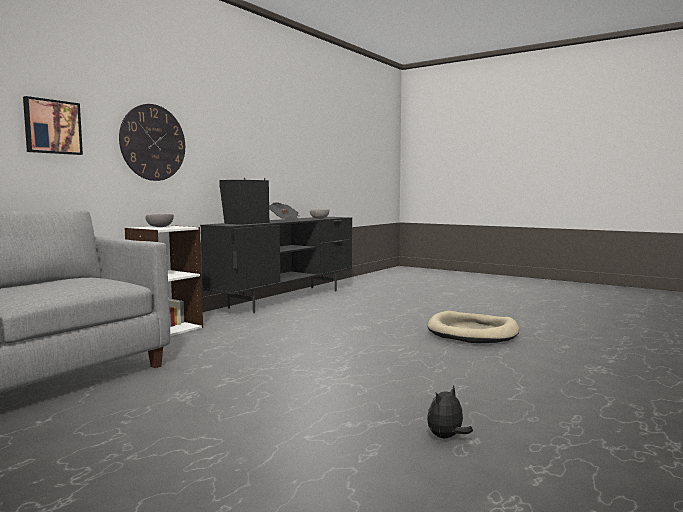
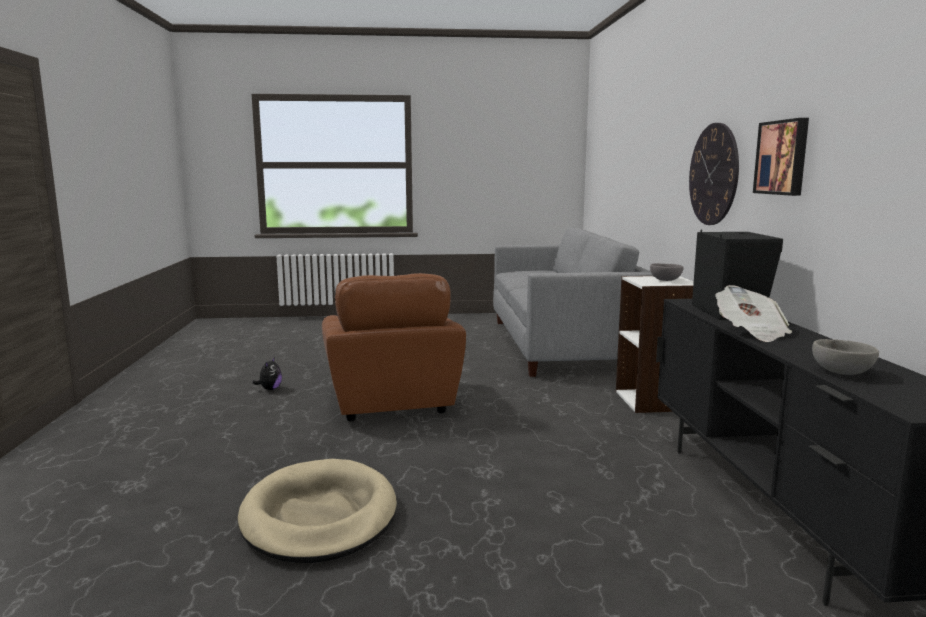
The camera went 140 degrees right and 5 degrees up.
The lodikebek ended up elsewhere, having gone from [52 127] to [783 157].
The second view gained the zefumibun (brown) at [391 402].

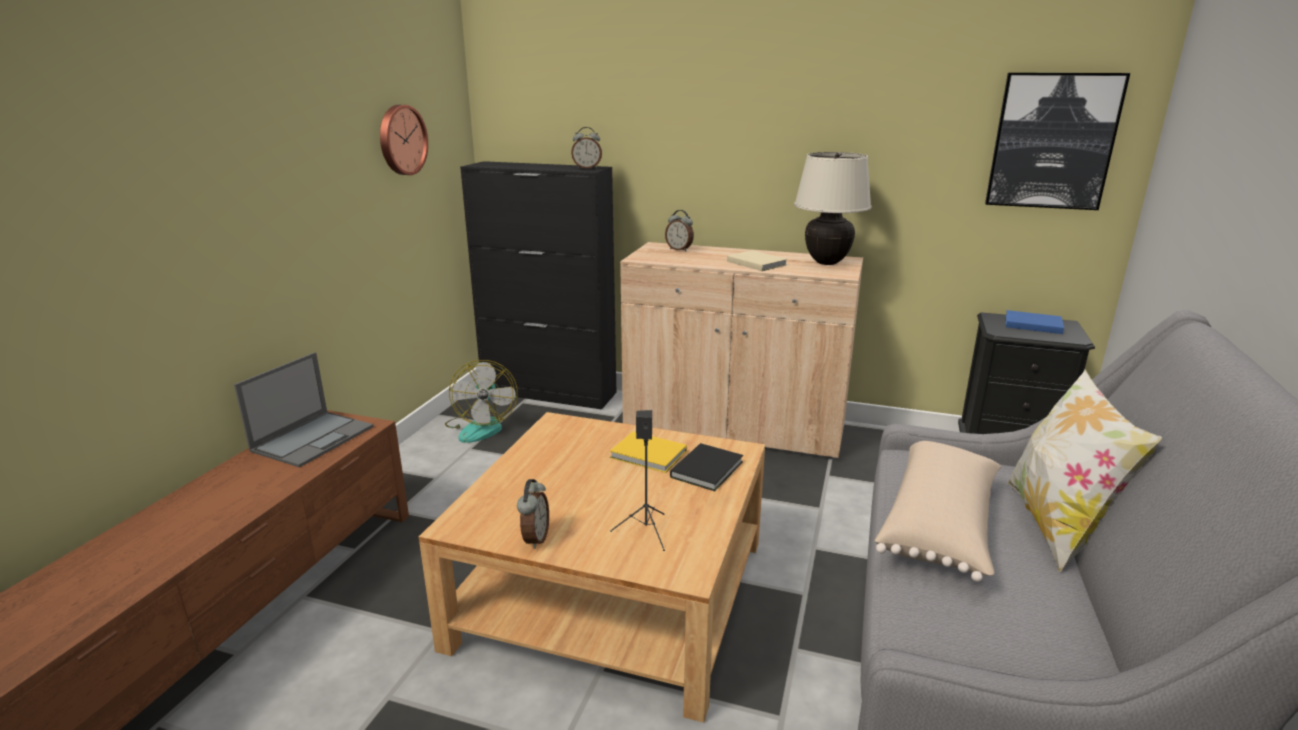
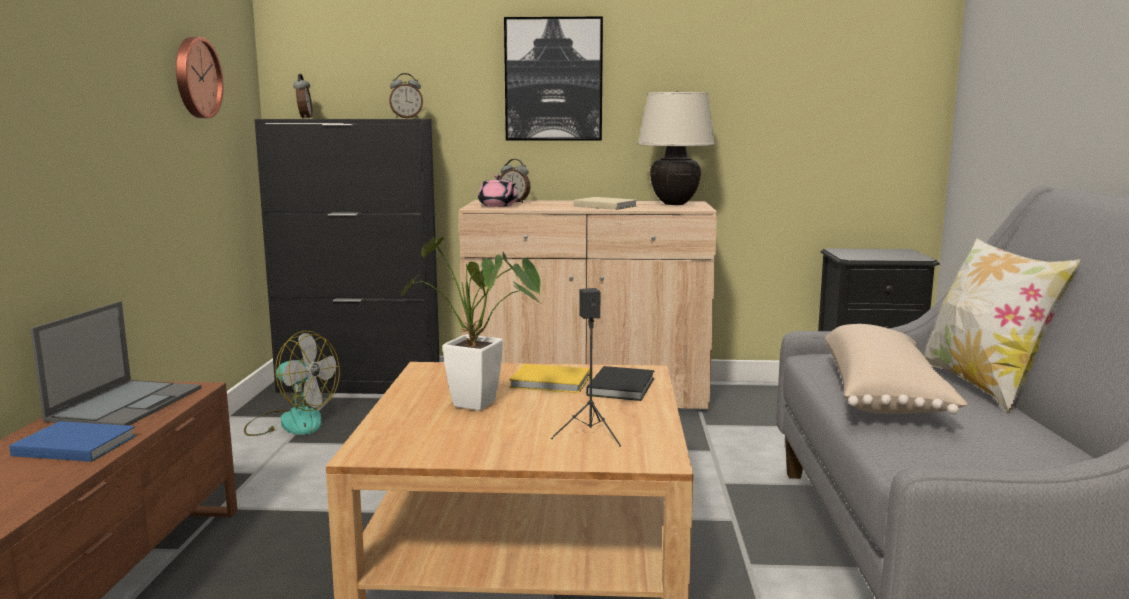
The camera went 15 degrees left and 10 degrees down.
The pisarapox at [481 427] ended up facing another way, 45 degrees counterclockwise from before.
The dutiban ended up elsewhere, having gone from [534 539] to [304 118].
The lodikebek ended up elsewhere, having gone from [1052 141] to [553 79].
The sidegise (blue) ended up elsewhere, having gone from [1031 324] to [74 445].
The second view gained the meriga at [483 406].
The second view gained the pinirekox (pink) at [498 205].

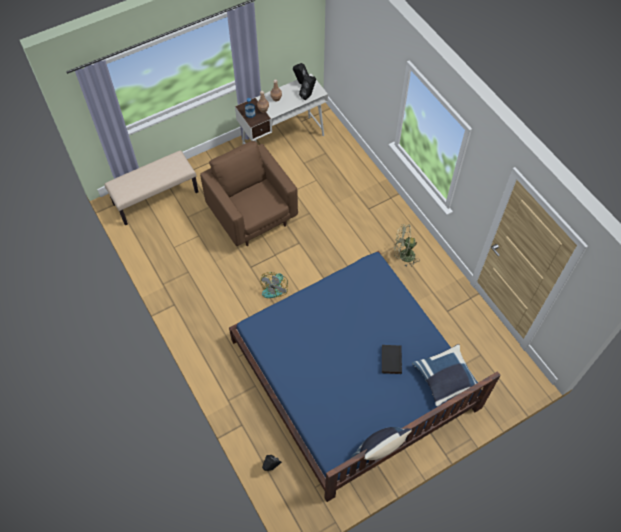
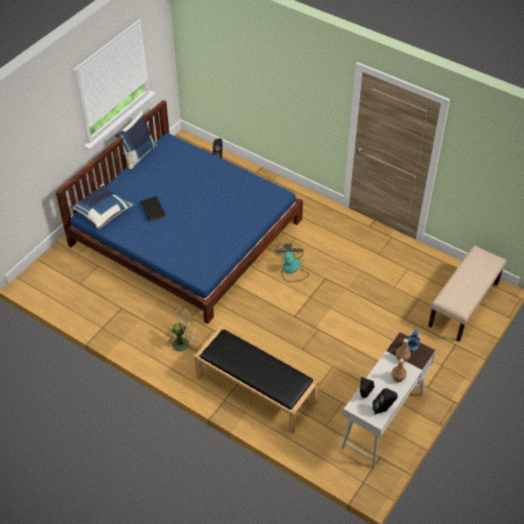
The camera went 155 degrees right and 10 degrees down.
The second view lost the zefumibun (brown) at [253 216].
The second view gained the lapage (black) at [254 389].

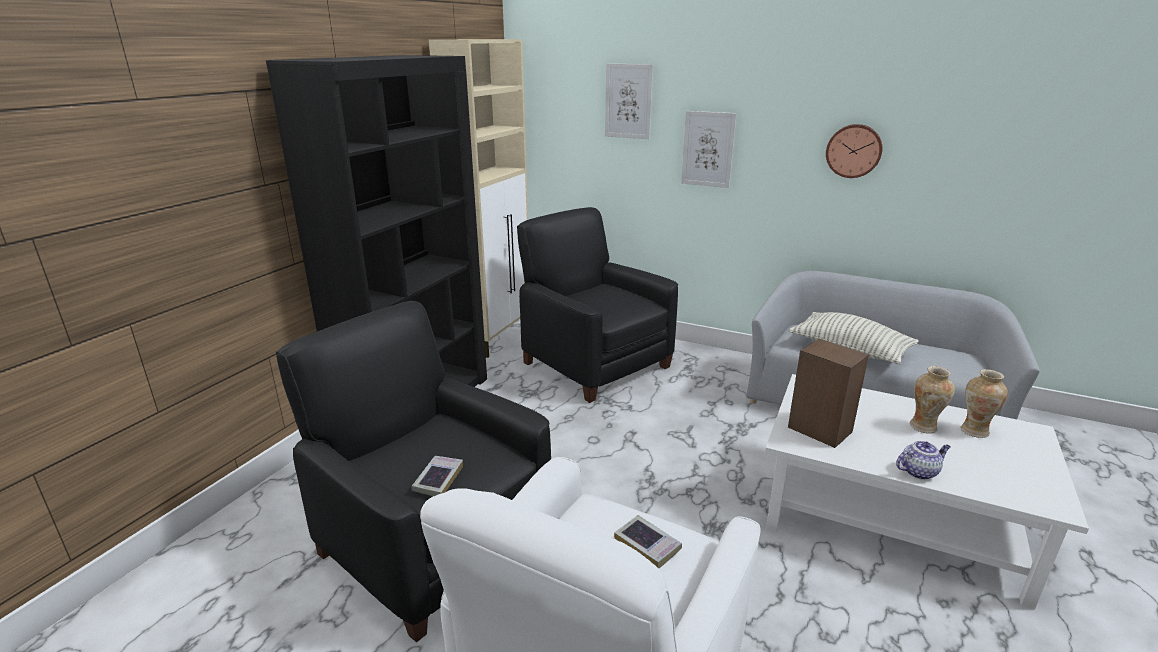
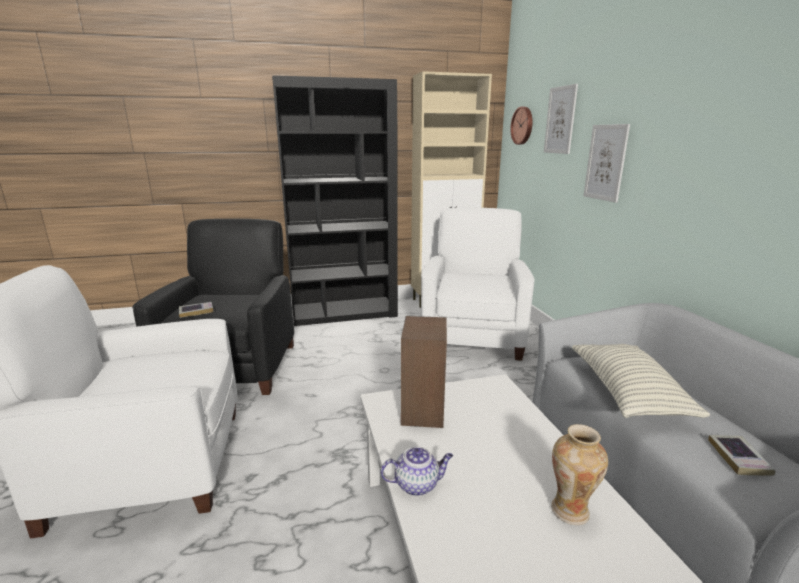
The camera went 50 degrees right and 5 degrees down.
What was the zefumibun (black) at [594 364] turned into the zefumibun (white) at [472 336].
The sidegise ended up elsewhere, having gone from [647 545] to [738 458].
The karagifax ended up elsewhere, having gone from [853 151] to [523 125].
The pinirekox at [919 471] ended up facing another way, 45 degrees counterclockwise from before.
The second view lost the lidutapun at [924 427].

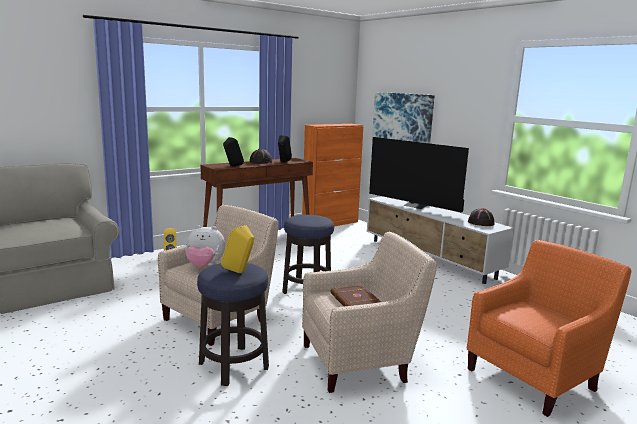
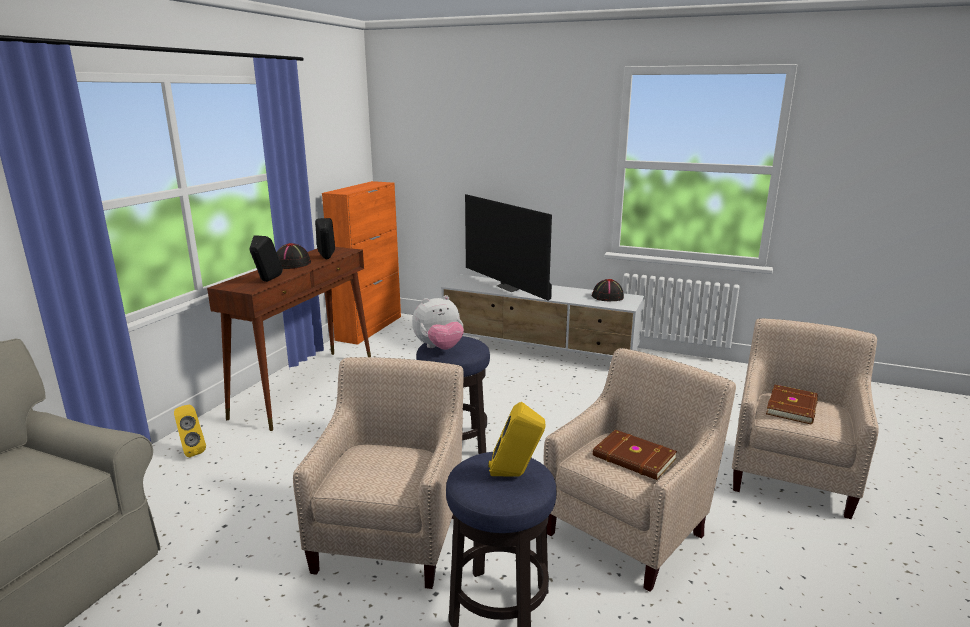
The camera went 30 degrees left and 5 degrees up.
The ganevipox ended up elsewhere, having gone from [204 266] to [439 348].
The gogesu at [415 206] ended up facing another way, 45 degrees clockwise from before.
The second view lost the lodikebek at [402 119].
What was the zefumibun (orange) at [535 377] turned into the zefumibun (beige) at [792 474].
The second view gained the sidegise (brown) at [793 407].

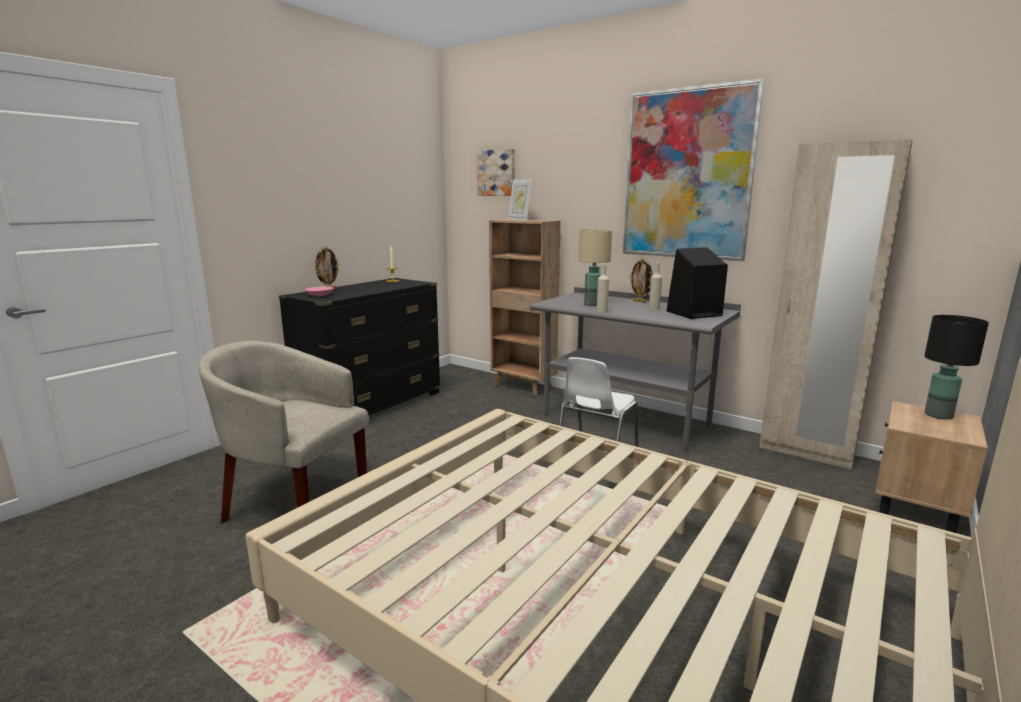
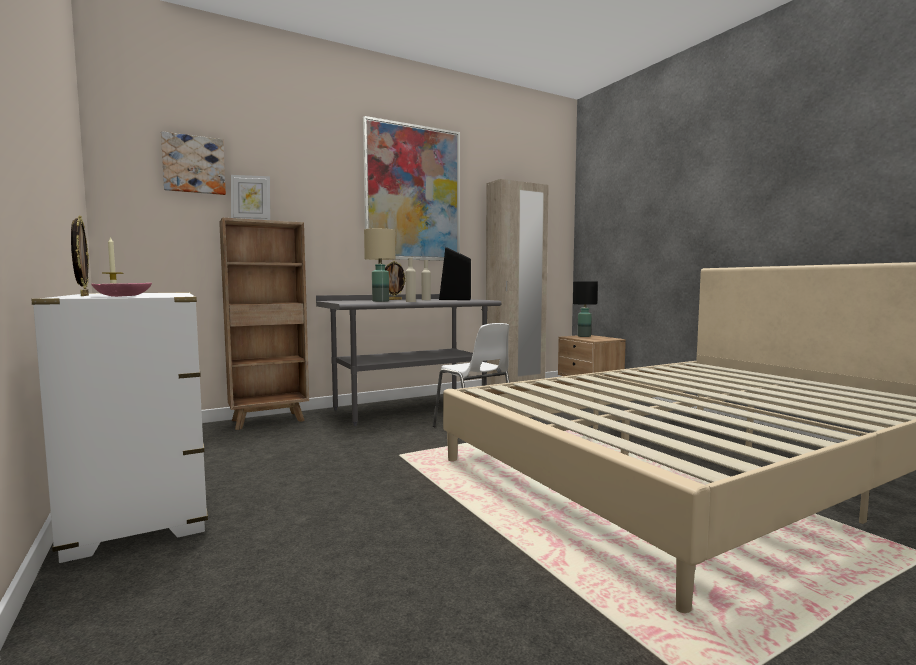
The camera went 65 degrees left and 10 degrees down.
The second view lost the zefumibun (beige) at [294 501].
What was the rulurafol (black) at [371 406] turned into the rulurafol (white) at [144 496].

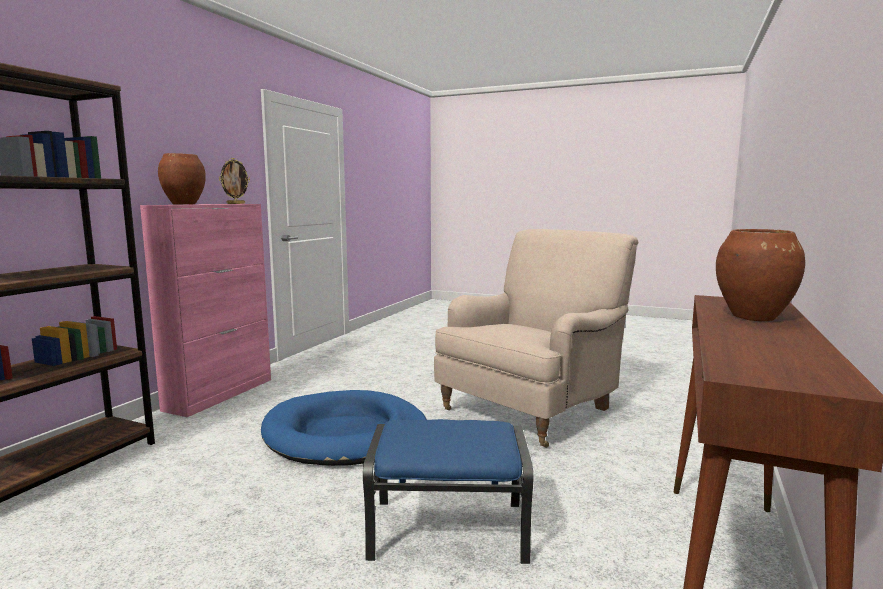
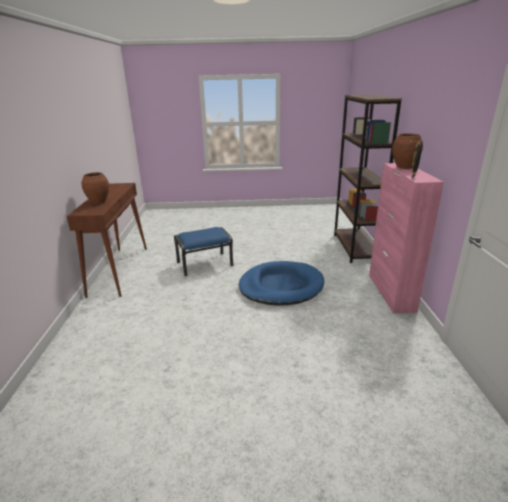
The camera went 155 degrees right and 15 degrees up.
The second view lost the zefumibun (beige) at [531 409].

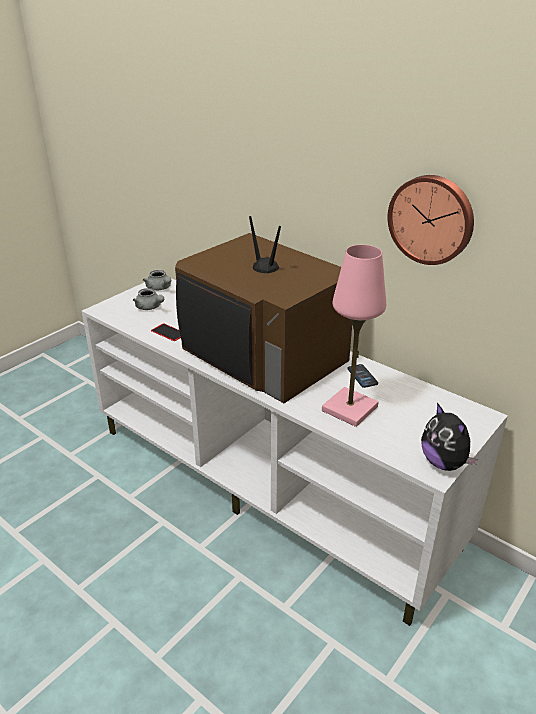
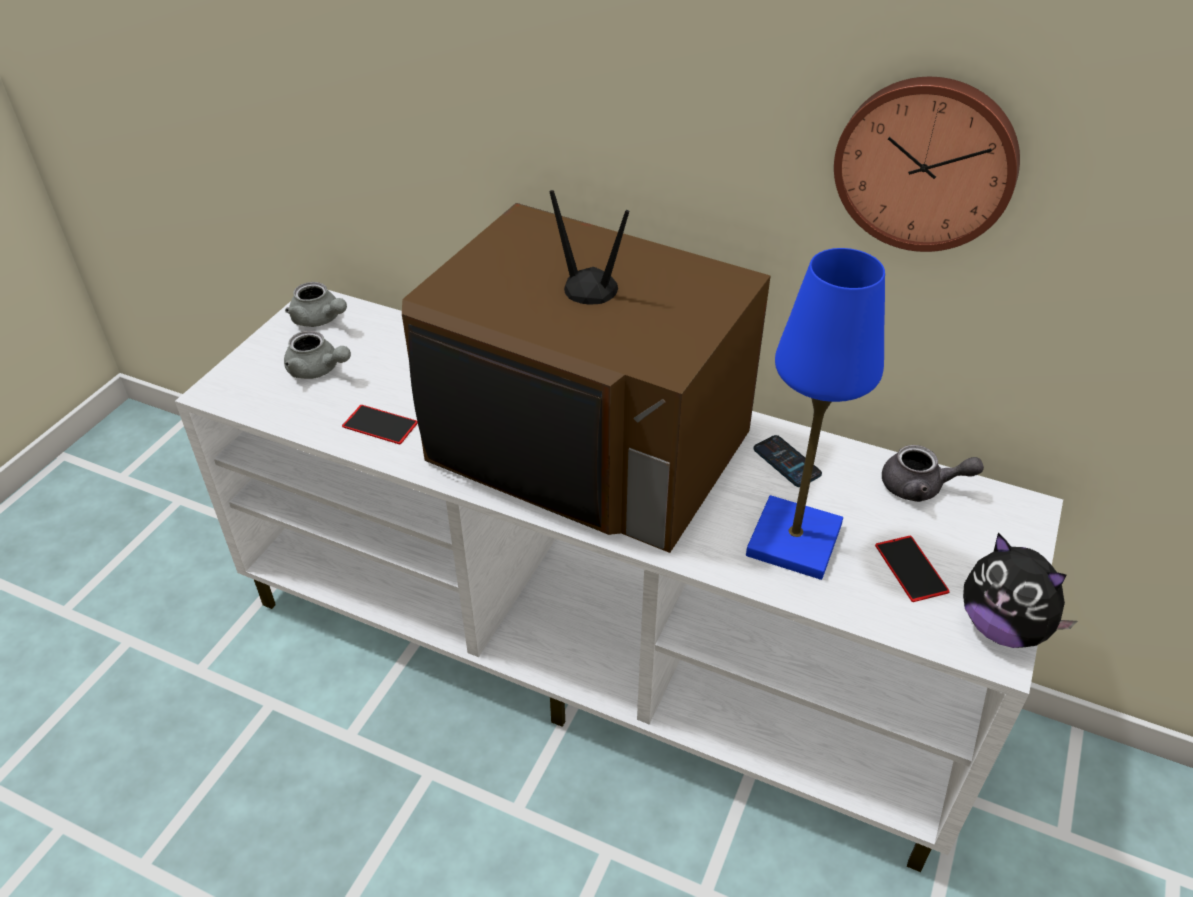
The camera went 15 degrees left and 10 degrees up.
What was the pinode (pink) at [349 408] turned into the pinode (blue) at [793 540].
The second view gained the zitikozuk at [911 568].
The second view gained the pinirekox (grey) at [920 487].

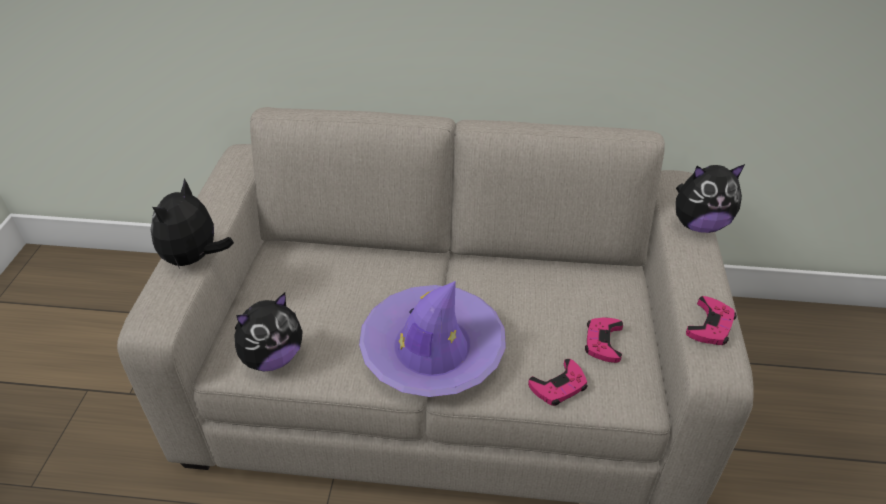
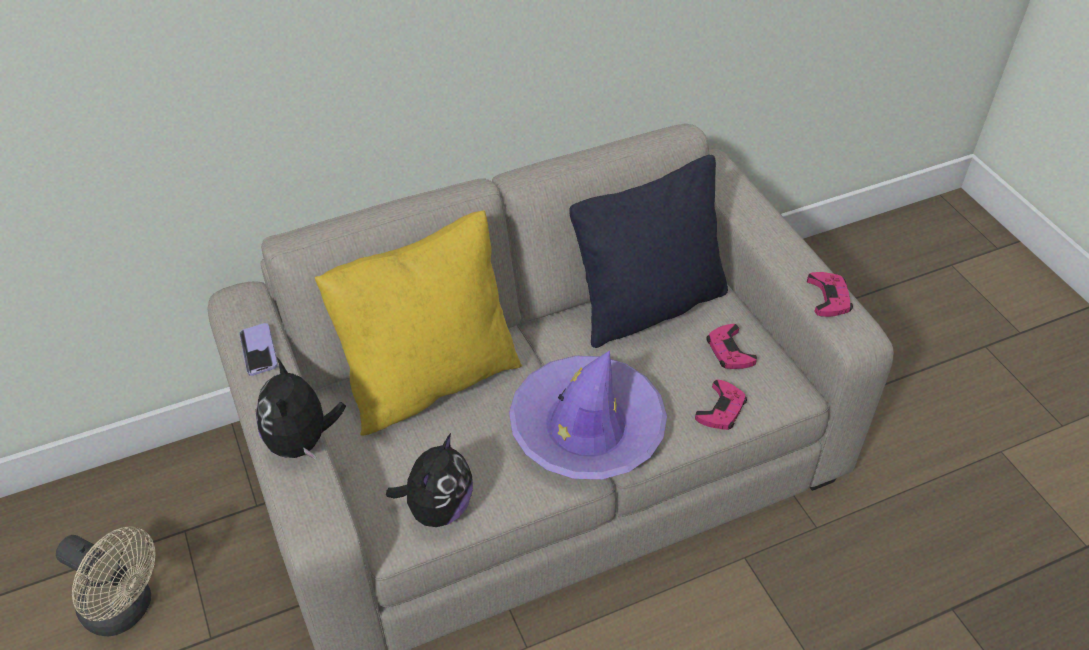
The camera went 30 degrees left and 5 degrees up.
The second view lost the ganevipox at [698 225].
The second view gained the pisarapox (beige) at [126 610].
The second view gained the zitikozuk at [258 350].
The second view gained the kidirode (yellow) at [429 378].
The second view gained the kidirode (black) at [649 306].

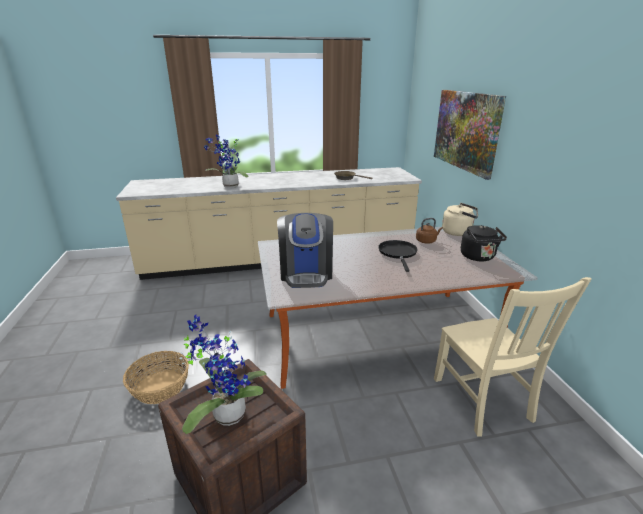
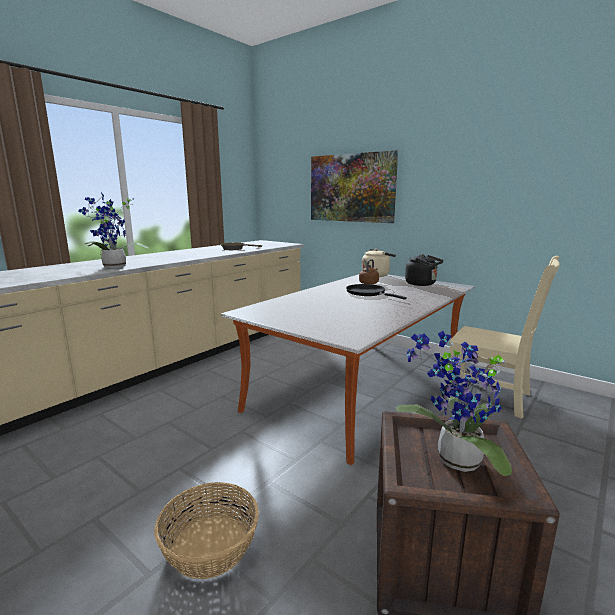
The camera went 40 degrees left and 10 degrees down.
The second view lost the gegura at [306 273].

